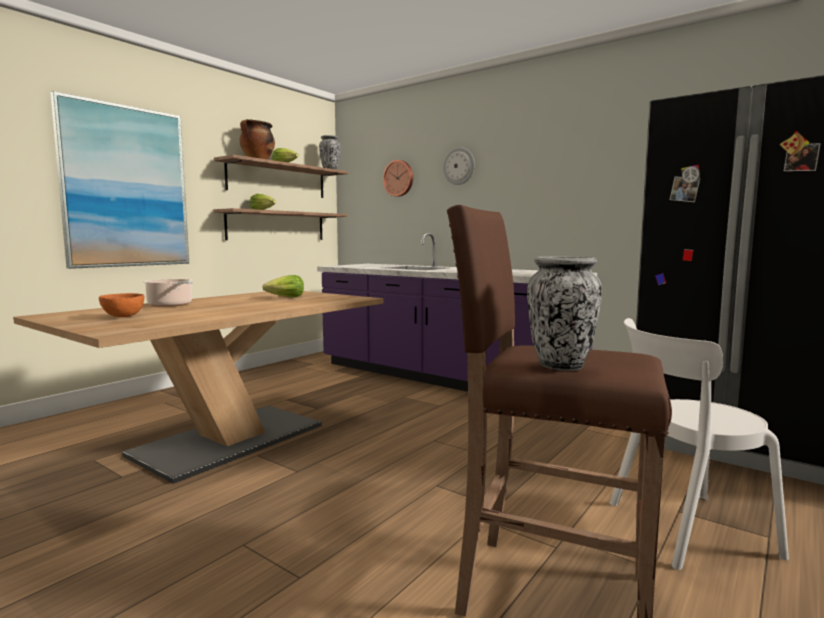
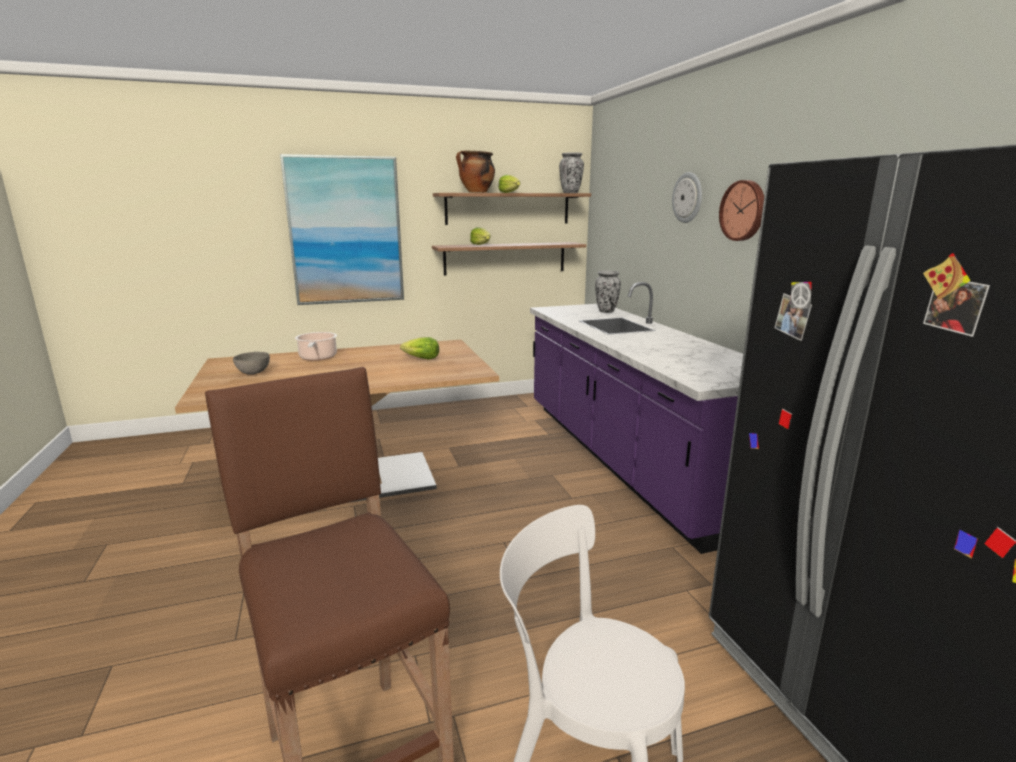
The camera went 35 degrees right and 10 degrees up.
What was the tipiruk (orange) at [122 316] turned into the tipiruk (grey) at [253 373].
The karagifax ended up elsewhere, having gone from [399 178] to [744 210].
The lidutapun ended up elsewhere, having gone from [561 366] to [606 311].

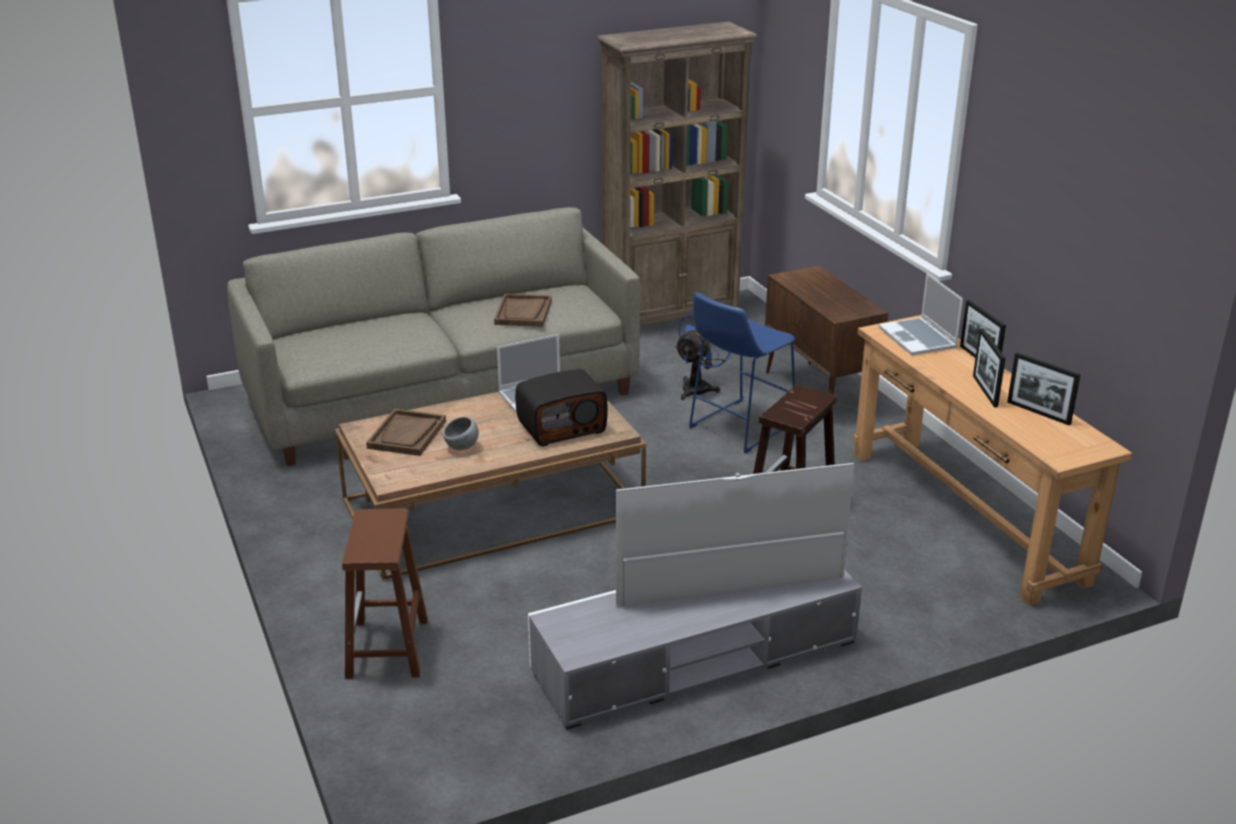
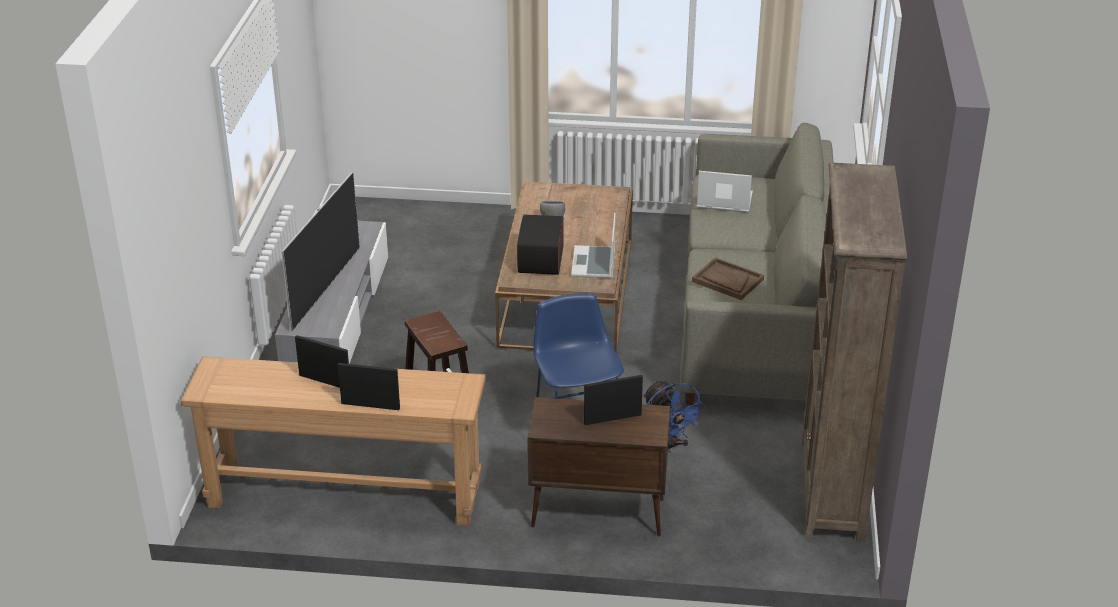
The camera went 120 degrees right and 5 degrees up.
The second view lost the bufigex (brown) at [388 649].
The second view lost the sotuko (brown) at [407 435].
The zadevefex ended up elsewhere, having gone from [918 339] to [723 201].
The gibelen ended up elsewhere, having gone from [1038 413] to [612 419].

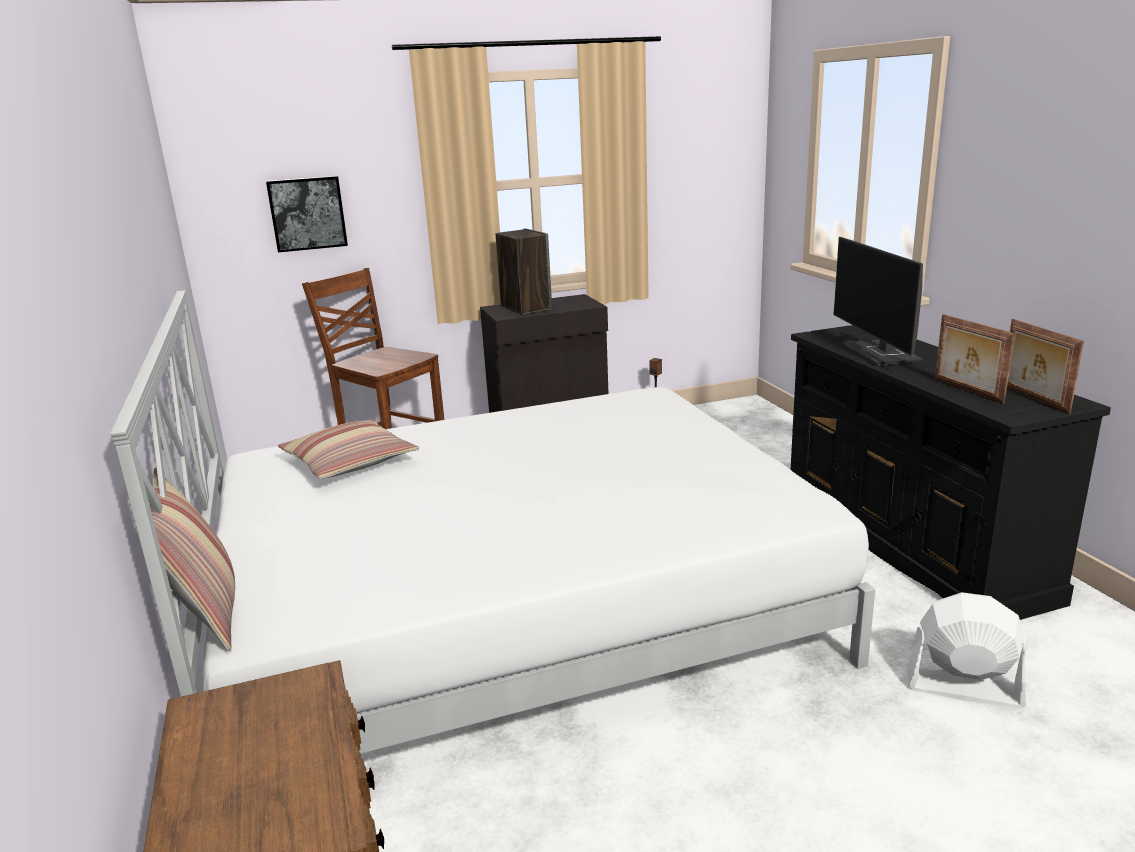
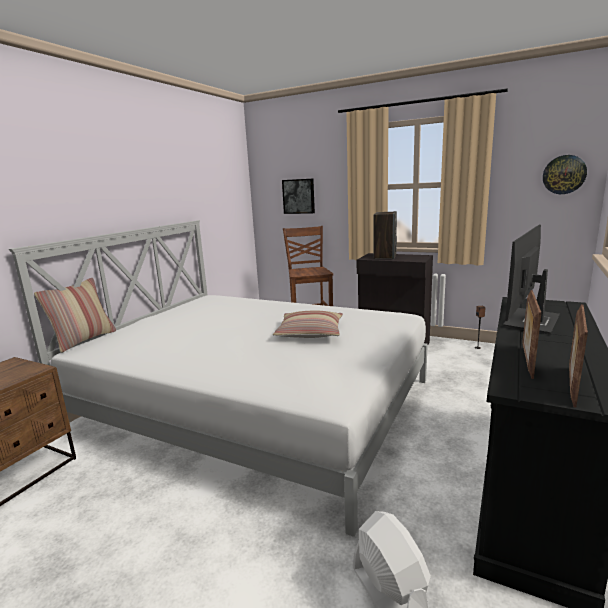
The camera went 45 degrees right and 5 degrees down.
The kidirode ended up elsewhere, having gone from [350 462] to [310 333].
The second view gained the karagifax at [564 174].

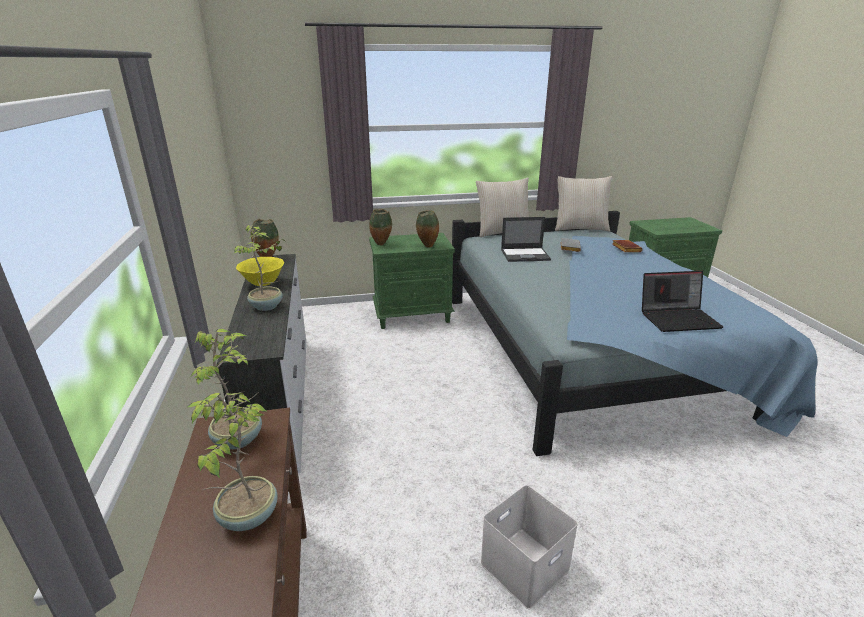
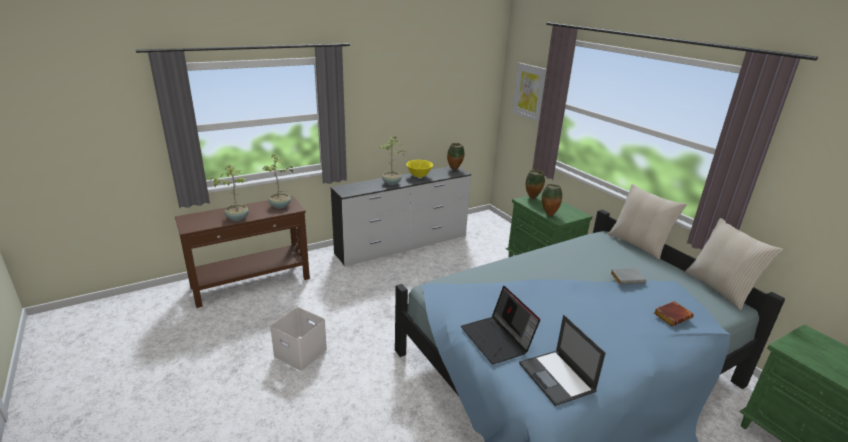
The camera went 70 degrees right and 0 degrees up.
The zadevefex ended up elsewhere, having gone from [525 255] to [557 378].
The second view gained the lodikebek at [530 91].

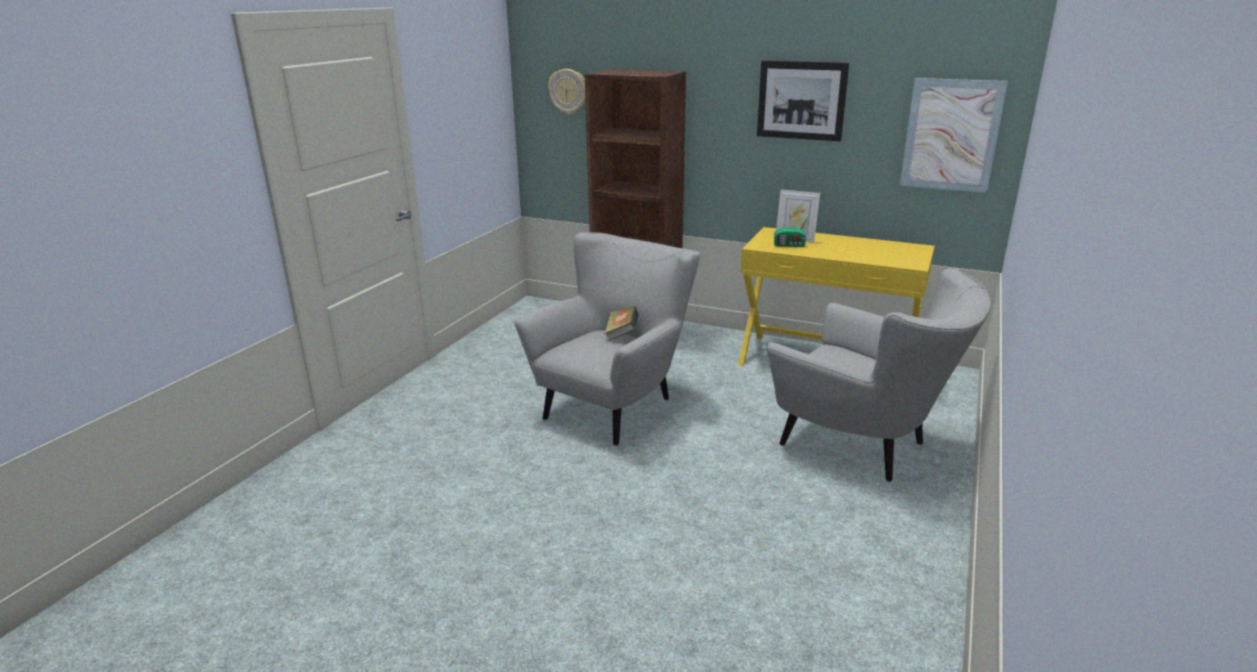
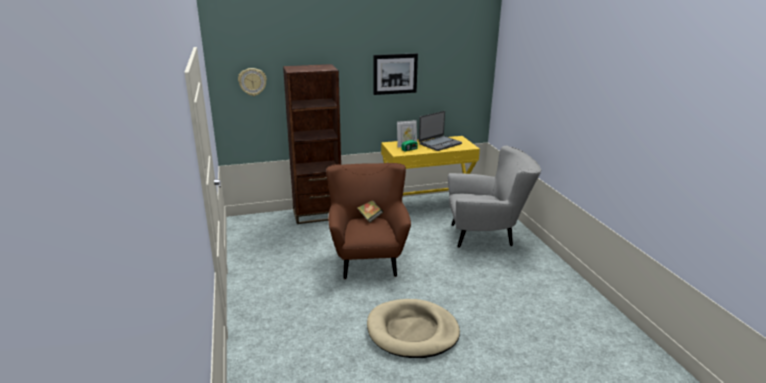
The camera went 40 degrees left and 0 degrees up.
What was the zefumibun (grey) at [615 405] turned into the zefumibun (brown) at [367 258].
The second view lost the lodikebek at [951 135].
The second view gained the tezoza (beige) at [412 331].
The second view gained the zadevefex at [439 144].

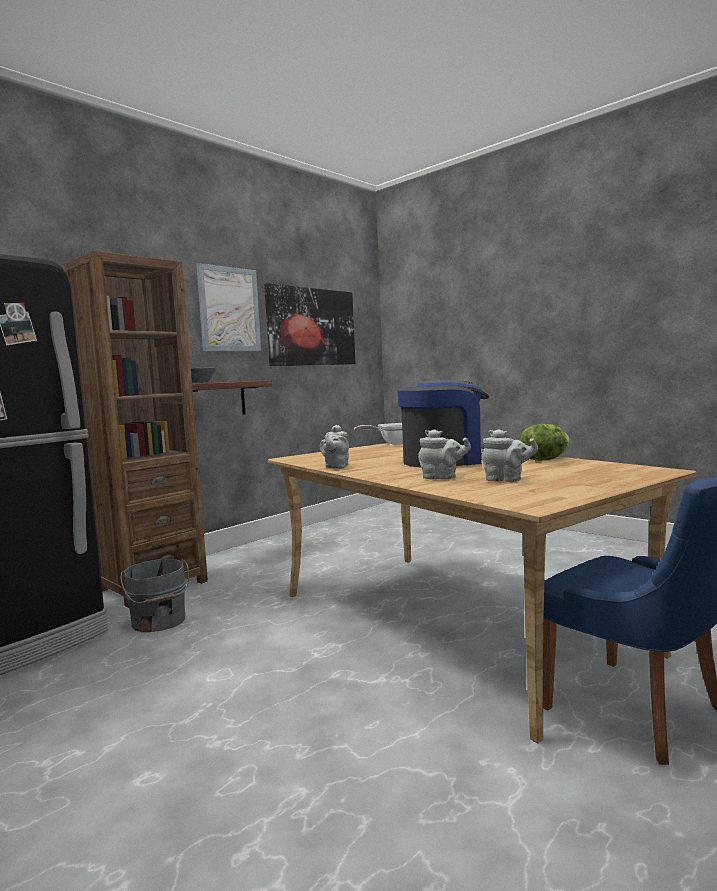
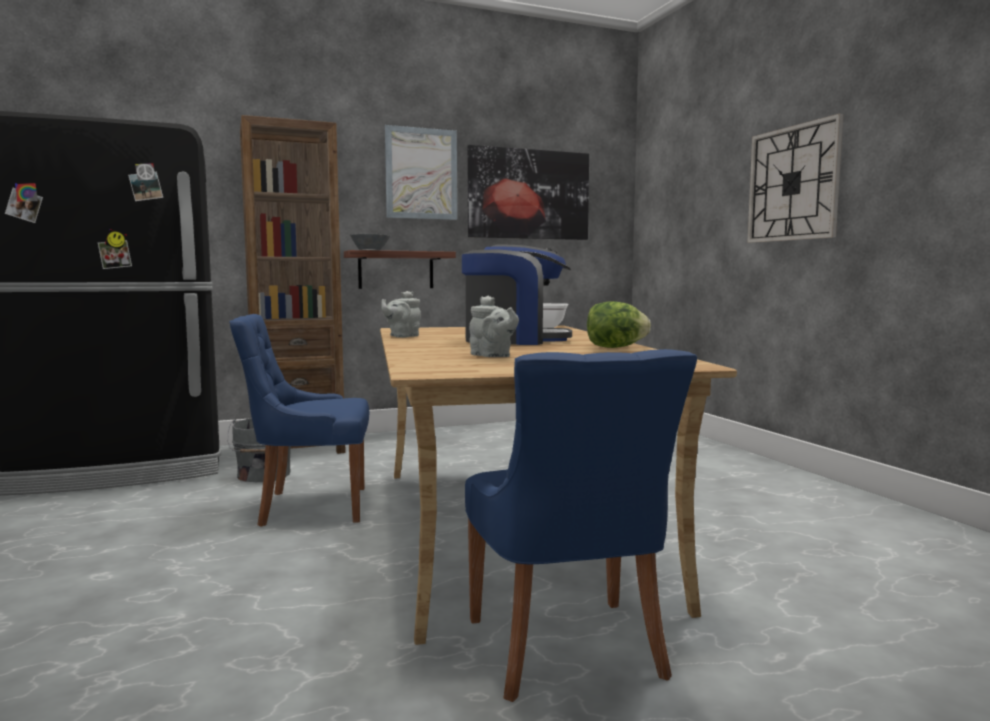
The camera went 25 degrees right and 0 degrees up.
The second view lost the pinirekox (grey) at [442 478].
The second view gained the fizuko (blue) at [309 506].
The second view gained the karagifax at [793 183].

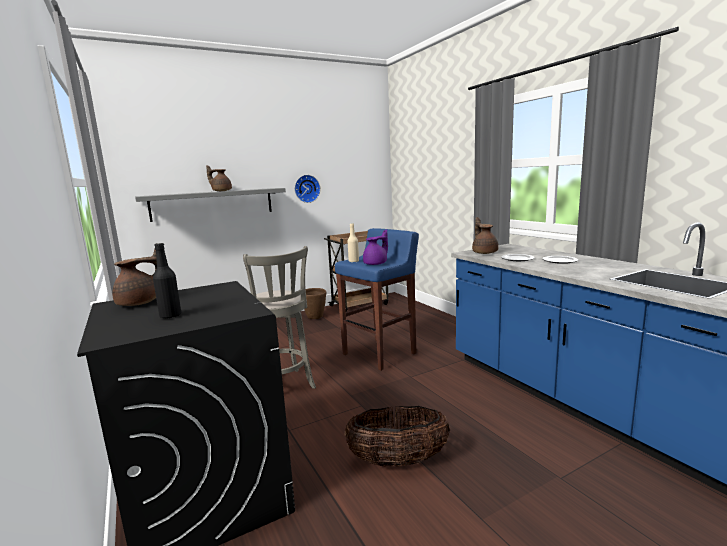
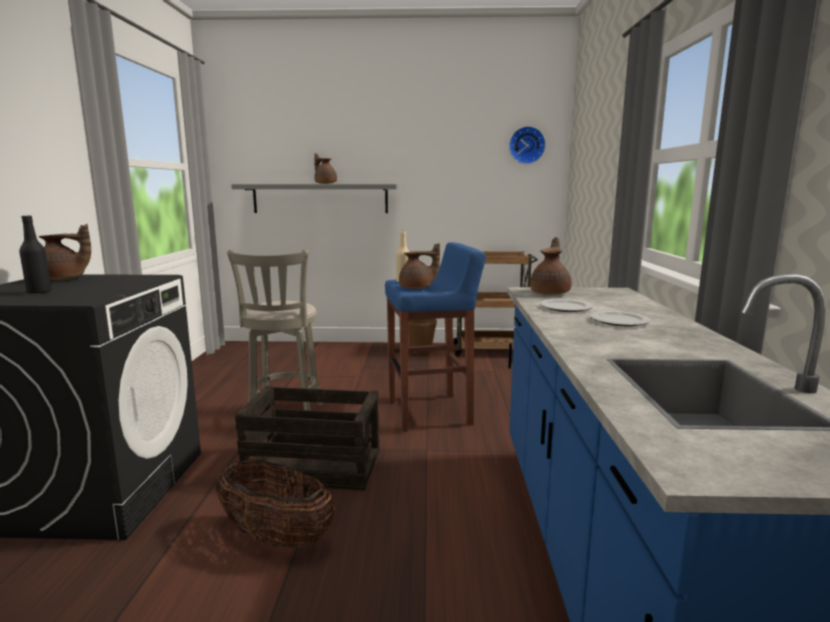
The camera went 30 degrees right and 0 degrees up.
The karagifax ended up elsewhere, having gone from [306 188] to [526 145].
What was the pinirekox (purple) at [376 263] turned into the pinirekox (brown) at [417 288].
The second view gained the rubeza at [312 466].

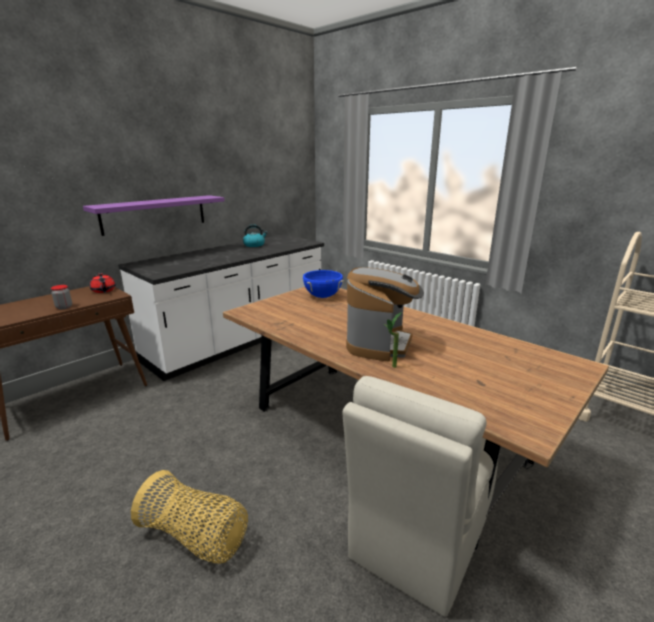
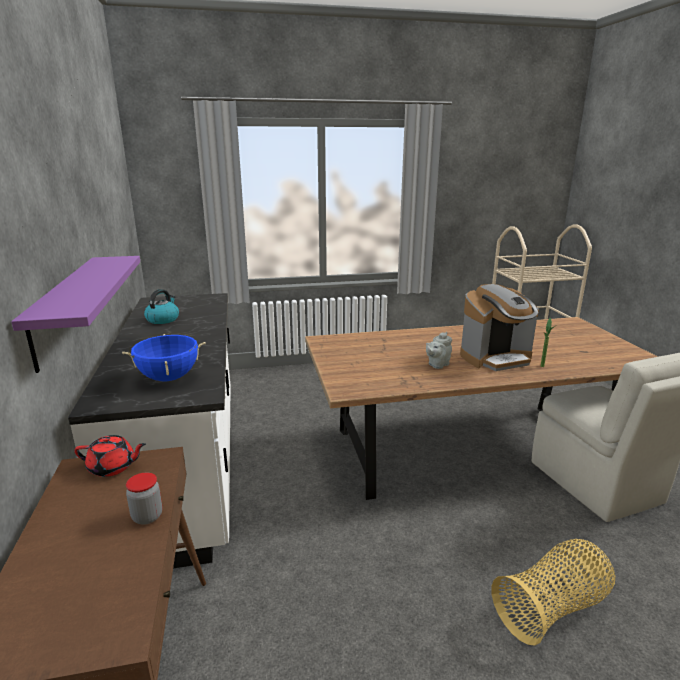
The camera went 55 degrees left and 0 degrees up.
The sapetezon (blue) ended up elsewhere, having gone from [323 296] to [169 378].
The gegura at [380 344] ended up facing another way, 105 degrees clockwise from before.
The second view gained the pinirekox (grey) at [437 365].

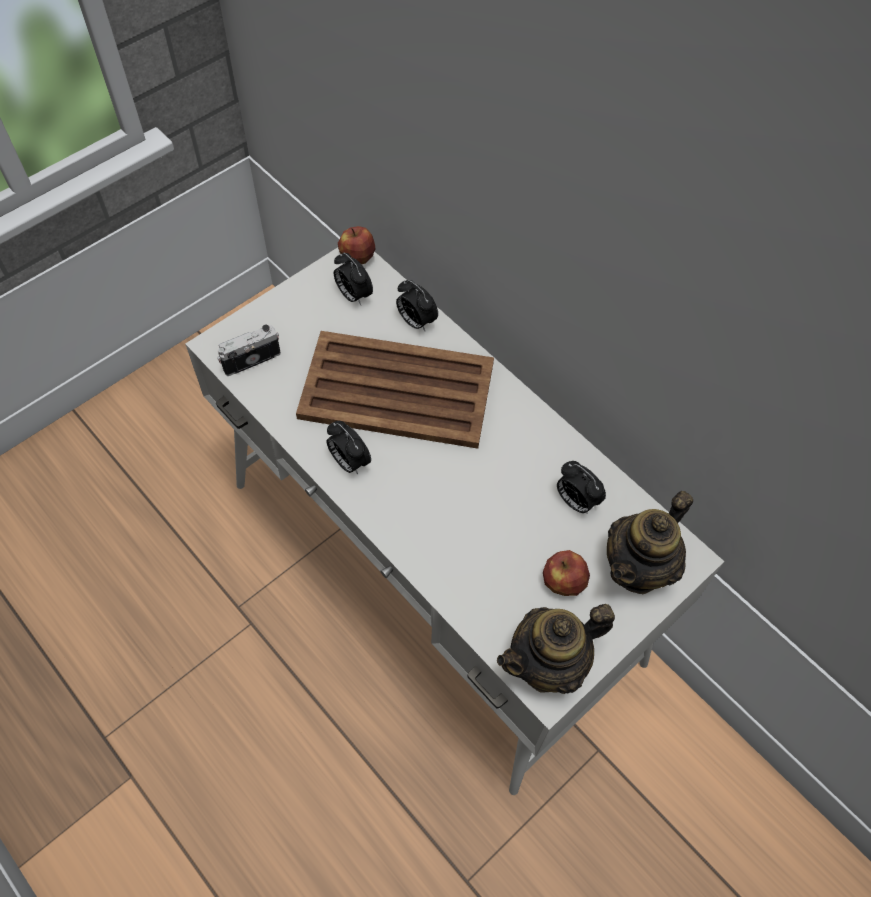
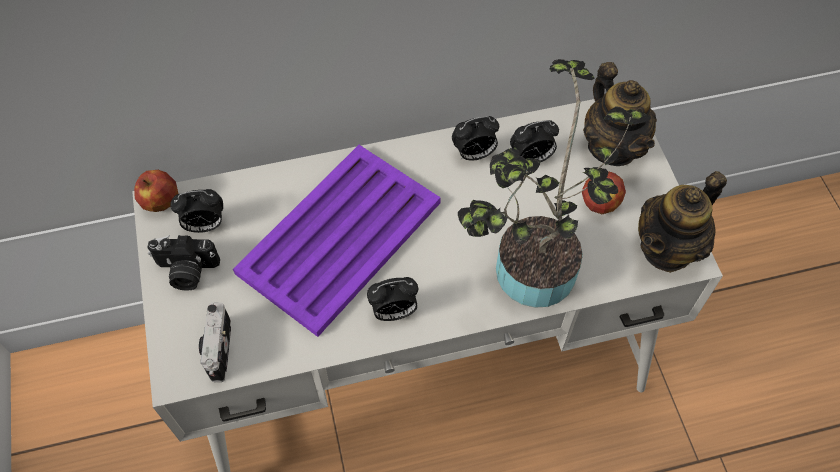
The camera went 60 degrees left and 0 degrees up.
What was the sotuko (brown) at [399 391] turned into the sotuko (purple) at [341 236].
The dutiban ended up elsewhere, having gone from [415 321] to [474 154].
The pinirekox at [548 664] ended up facing another way, 45 degrees clockwise from before.
The second view gained the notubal at [186 271].
The second view gained the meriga at [527 276].

